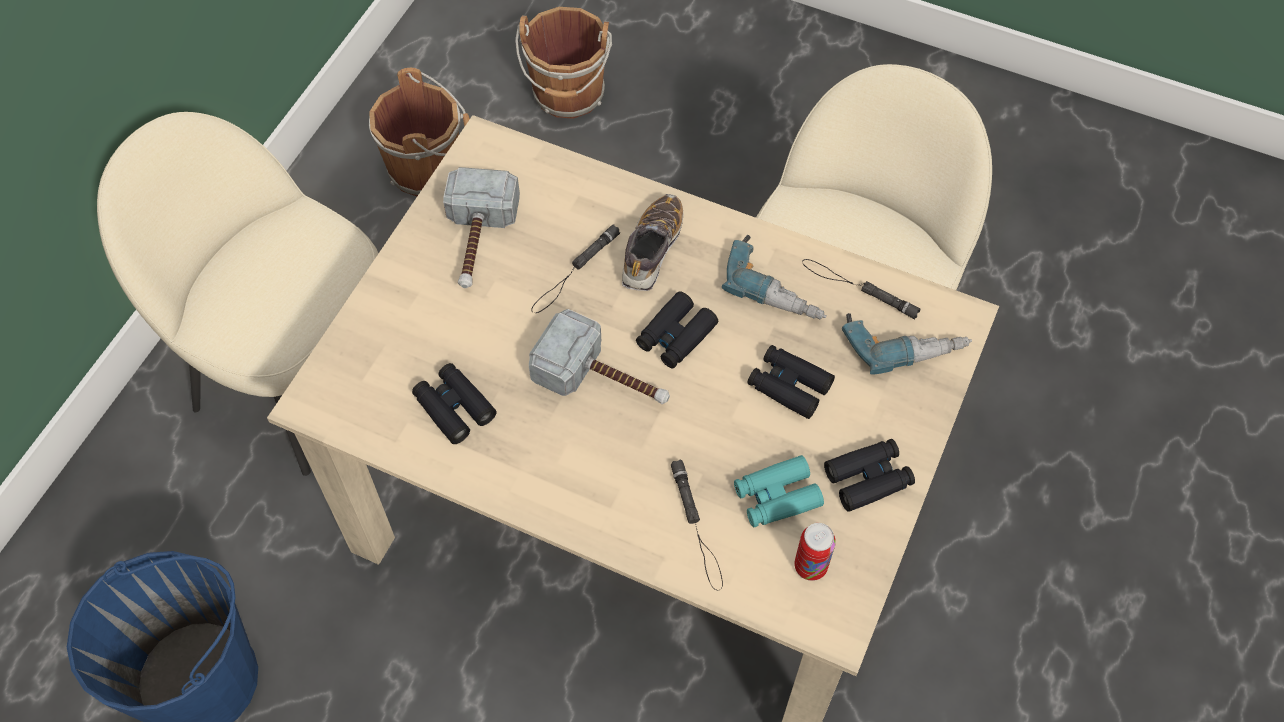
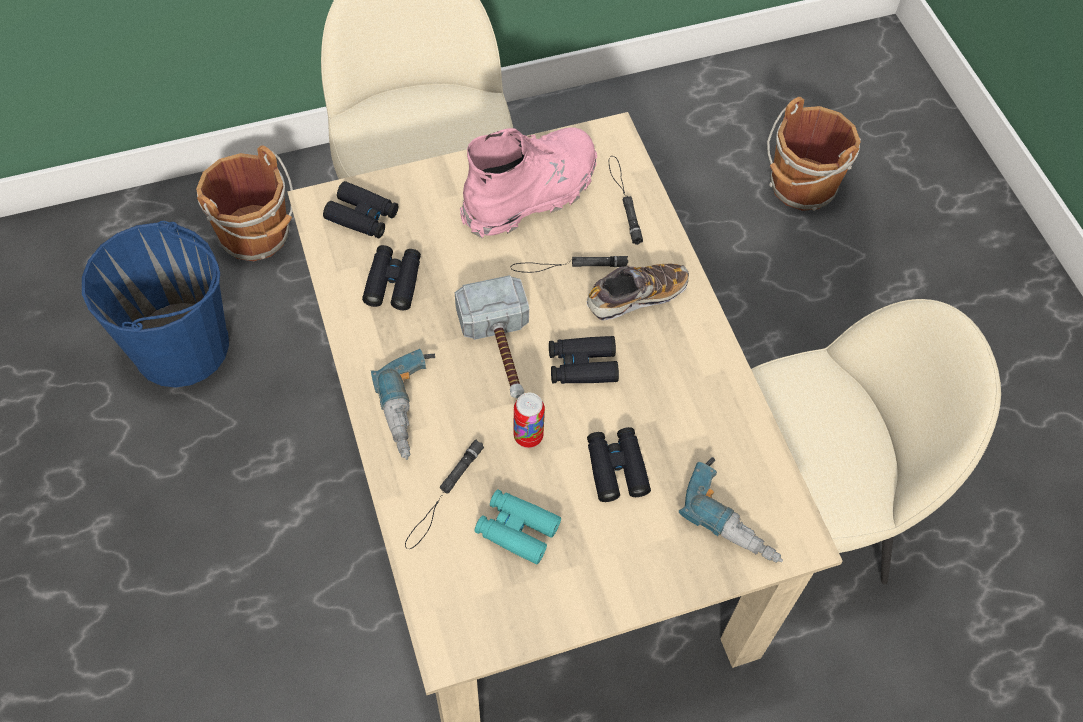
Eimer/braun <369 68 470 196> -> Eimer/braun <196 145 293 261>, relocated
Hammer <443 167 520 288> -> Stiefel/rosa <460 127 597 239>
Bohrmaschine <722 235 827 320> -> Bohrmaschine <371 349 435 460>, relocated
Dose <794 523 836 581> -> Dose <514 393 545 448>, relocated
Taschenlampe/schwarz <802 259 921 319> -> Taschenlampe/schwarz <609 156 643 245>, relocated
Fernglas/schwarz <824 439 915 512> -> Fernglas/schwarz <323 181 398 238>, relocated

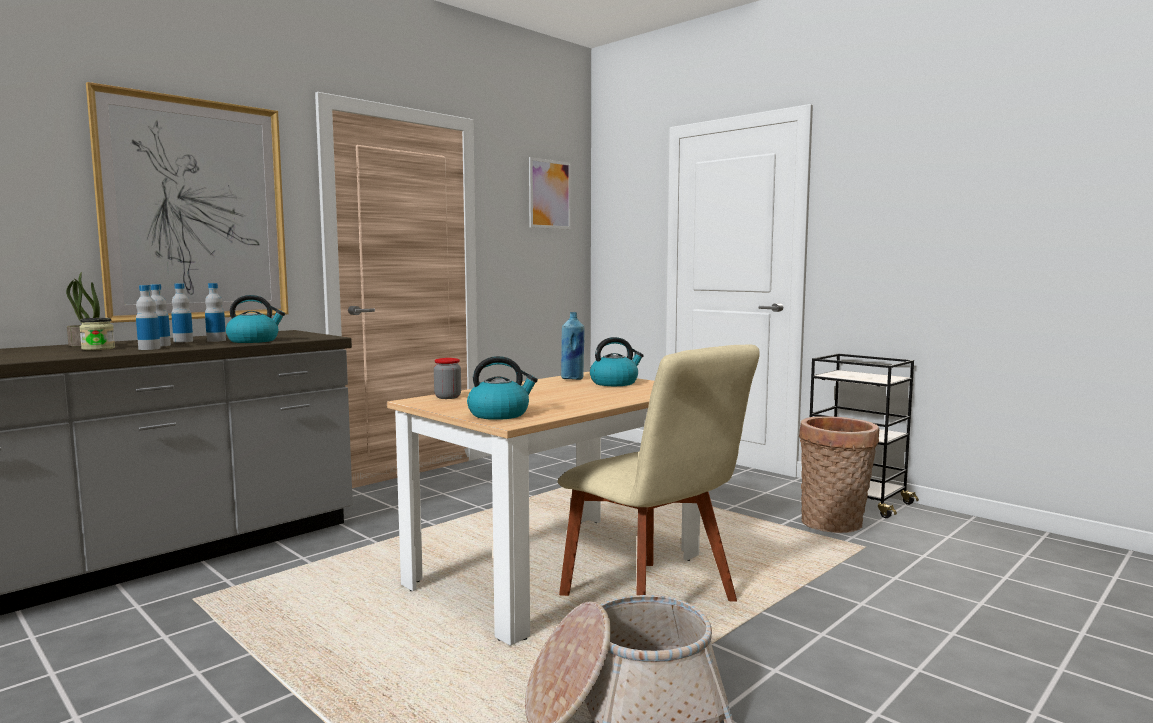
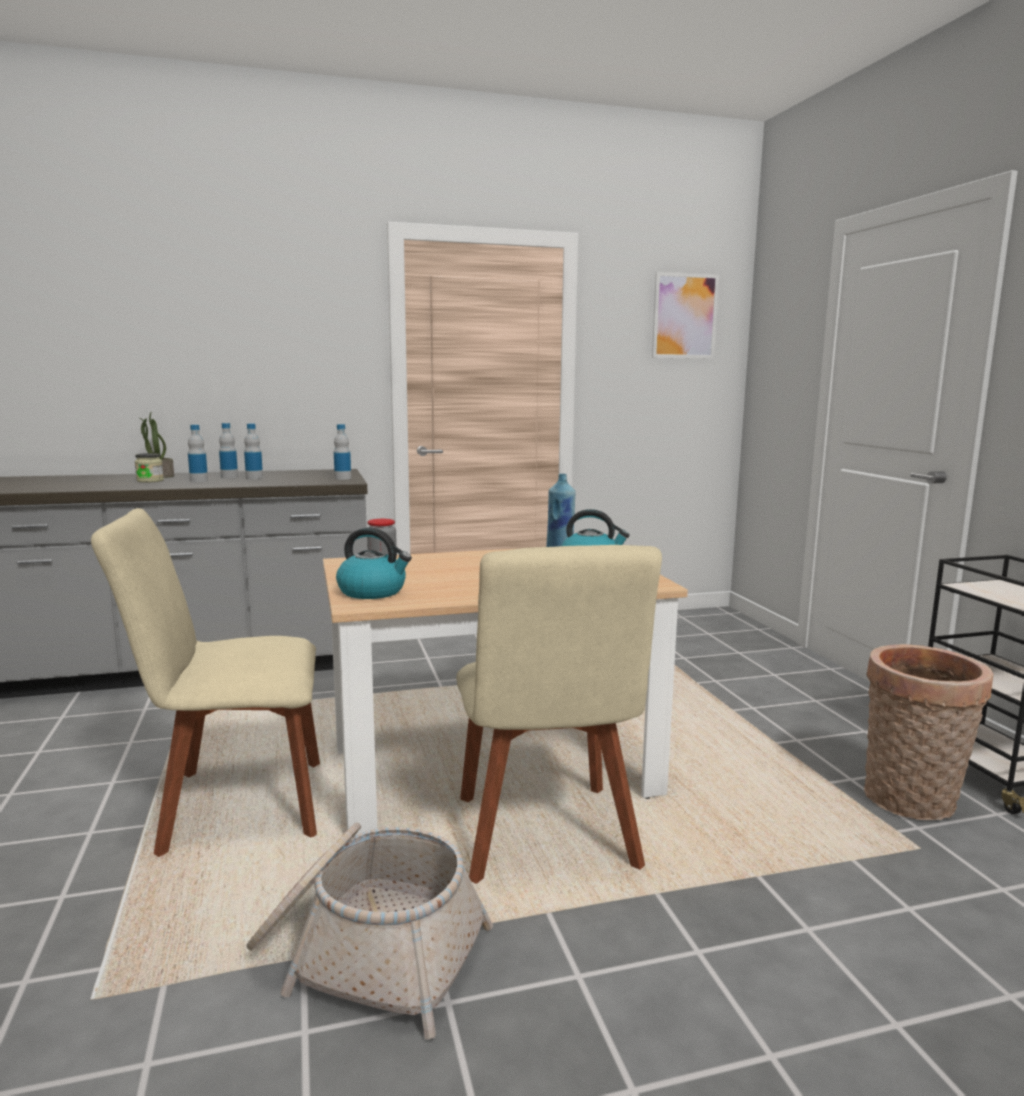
Bild <86 82 288 323> -> none
Flasche <136 285 160 350> -> Flasche <334 424 351 480>, relocated
Wasserkessel <226 295 285 343> -> none
none -> Stuhl/beige <91 508 320 857>

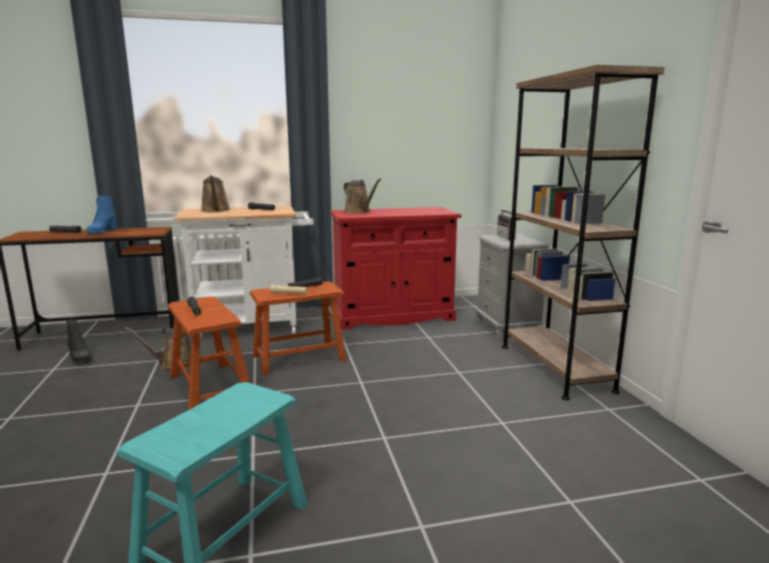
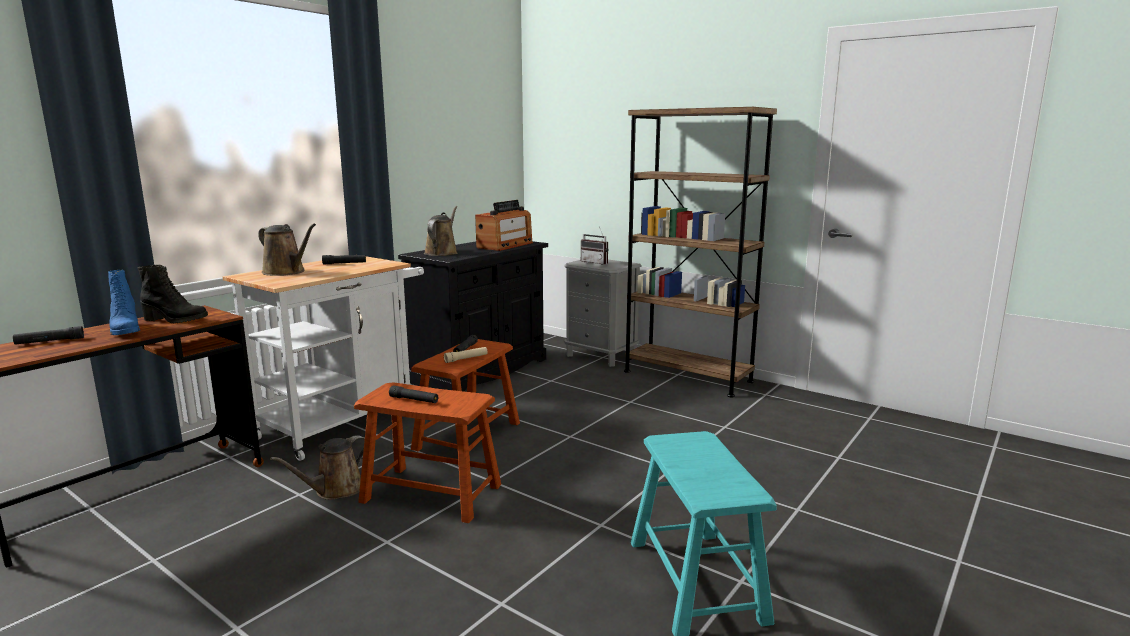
Stiefel/schwarz <66 319 92 364> -> Stiefel/schwarz <137 265 208 323>, relocated
Schrank/rot <330 207 461 330> -> Schrank/schwarz <398 241 548 391>
Gießkanne/braun <344 179 381 214> -> Gießkanne/braun <424 206 457 256>, 90 degrees counterclockwise
none -> Radio <475 200 533 251>

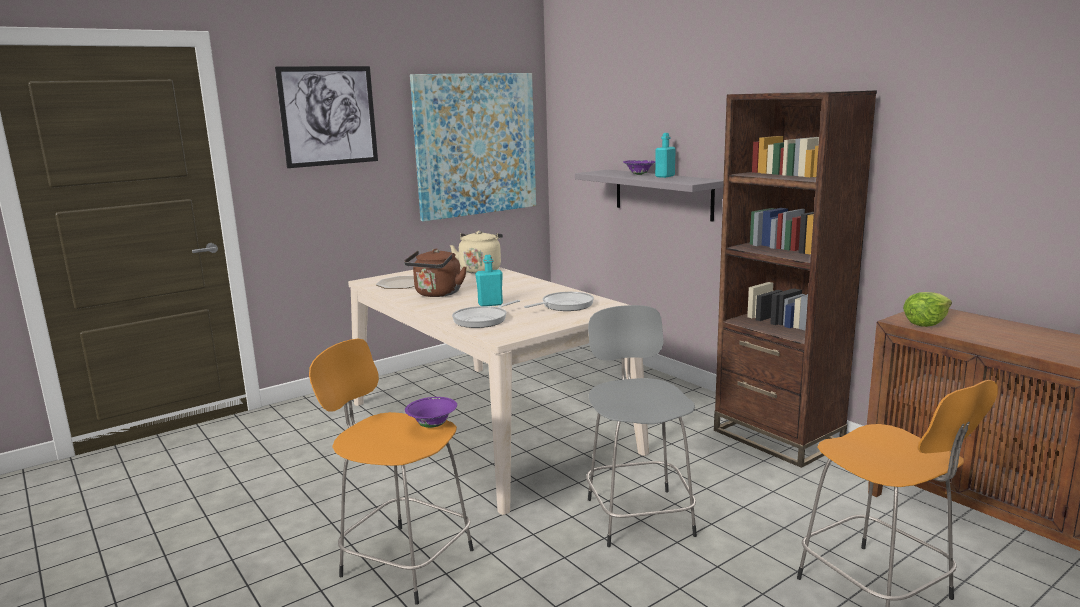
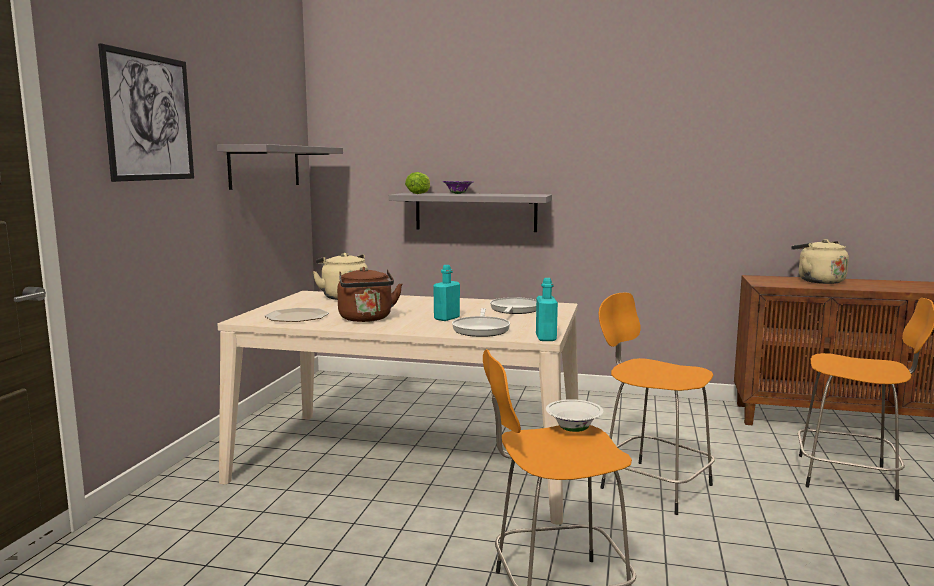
Schüssel/lila <405 397 457 428> -> Schüssel/weiß <546 399 603 432>
Bild <410 73 536 221> -> Wandregal/grau <217 144 343 190>
Hocker/grau <586 305 697 547> -> Hocker/orange <598 292 715 515>
Flasche/türkis <655 133 676 178> -> Flasche/türkis <536 278 558 341>, relocated
Bücherregal/braun <714 90 877 468> -> none
Salatkopf <903 292 952 327> -> Salatkopf <405 172 430 194>, relocated
none -> Wasserkessel/beige <791 239 849 284>

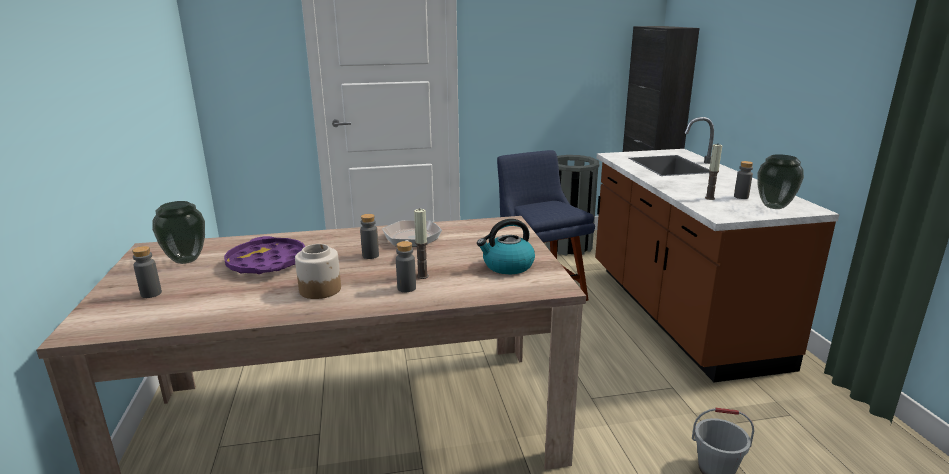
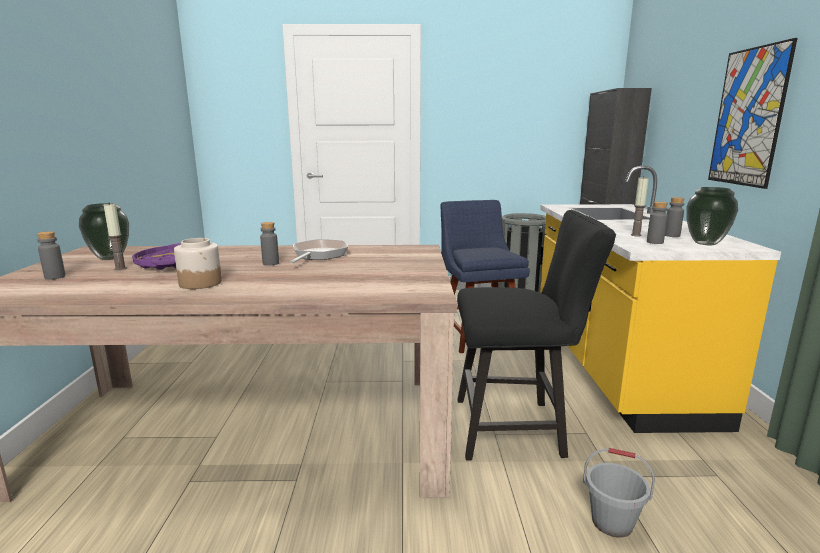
Flasche/grau <396 241 416 292> -> Flasche/grau <647 202 668 244>, relocated
Kerze <414 208 429 279> -> Kerze <103 203 127 270>, relocated
Wasserkessel <477 219 535 274> -> none
Küchenzeile/braun <595 117 839 382> -> Küchenzeile/gelb <540 166 781 433>
none -> Stuhl/schwarz <457 210 616 461>
none -> Bild <708 38 798 189>

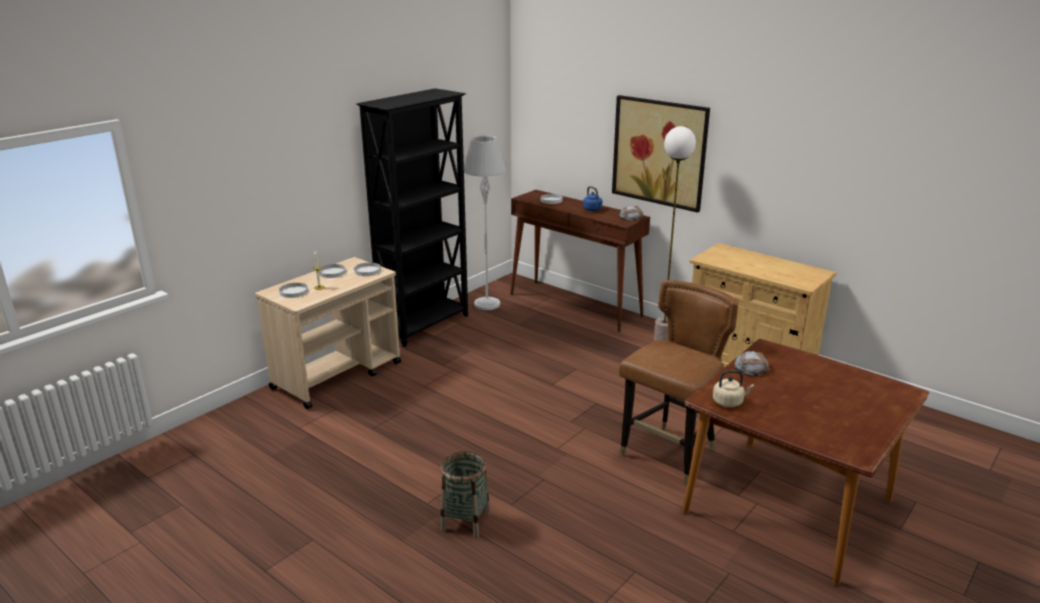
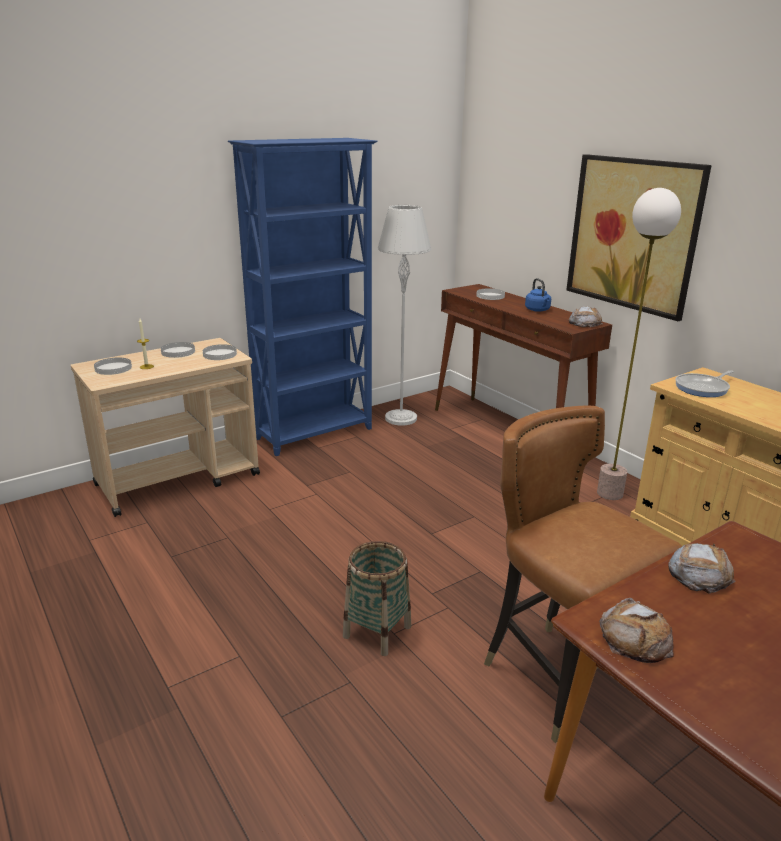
Bücherregal/schwarz <356 88 468 347> -> Bücherregal/blau <228 138 378 456>
Korb <440 451 490 538> -> Korb <343 541 411 656>, relocated
Stuhl/braun <619 280 738 485> -> Stuhl/braun <484 405 682 743>, 90 degrees counterclockwise
Wasserkessel/beige <713 370 754 407> -> Brot <599 598 674 663>
none -> Pfanne <675 370 734 397>

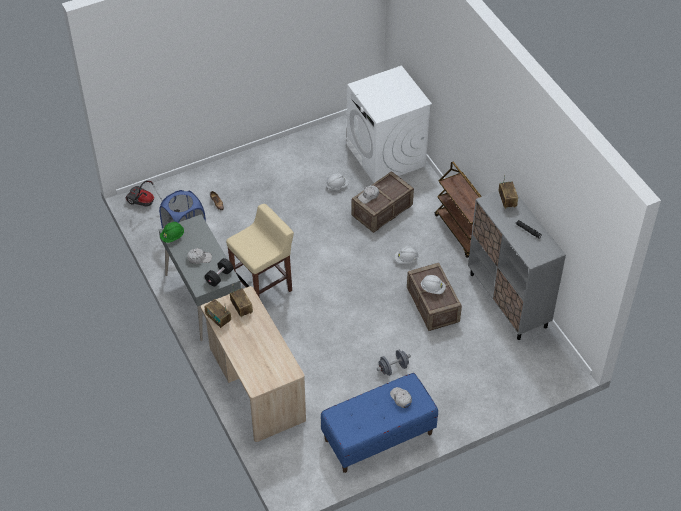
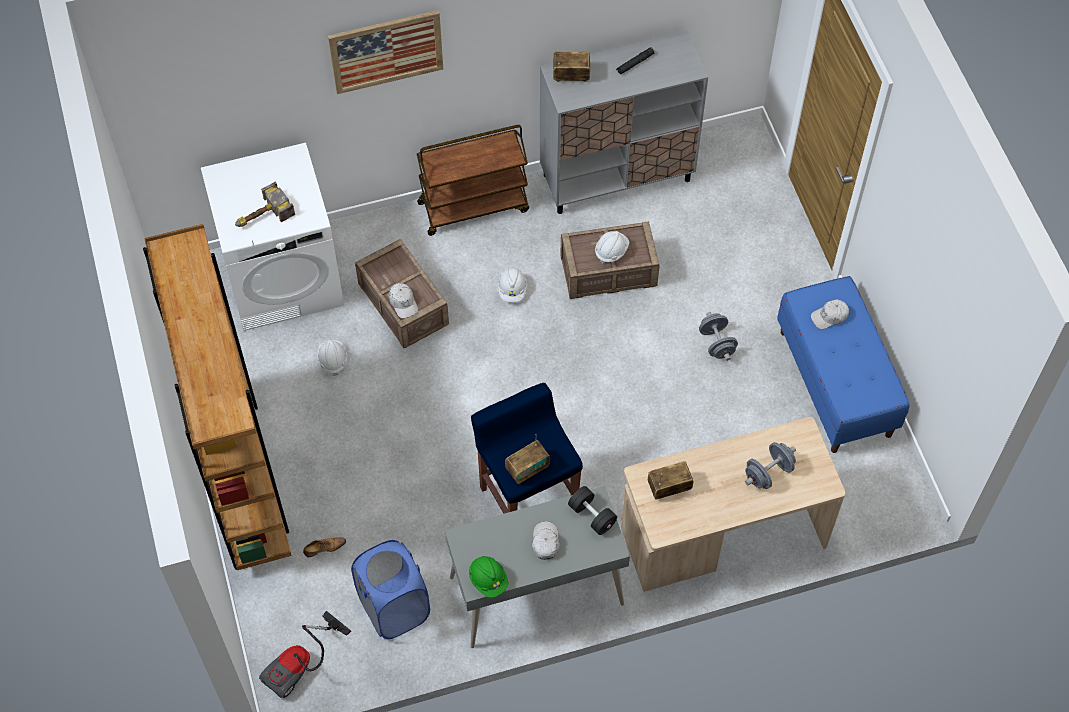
Radio <205 299 231 328> -> Radio <505 434 550 484>, relocated
Hocker/beige <226 204 294 298> -> Hocker/blau <471 383 583 514>
none -> Bücherregal/braun <143 224 292 570>
none -> Hammer <235 182 295 227>
none -> Bild <328 10 443 94>
none -> Hantel/grau <745 442 796 489>

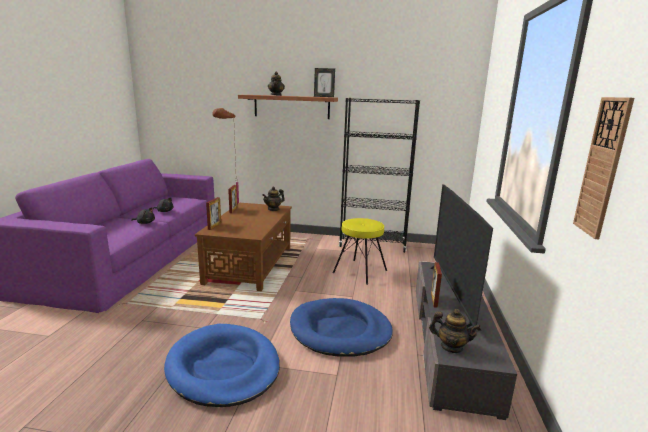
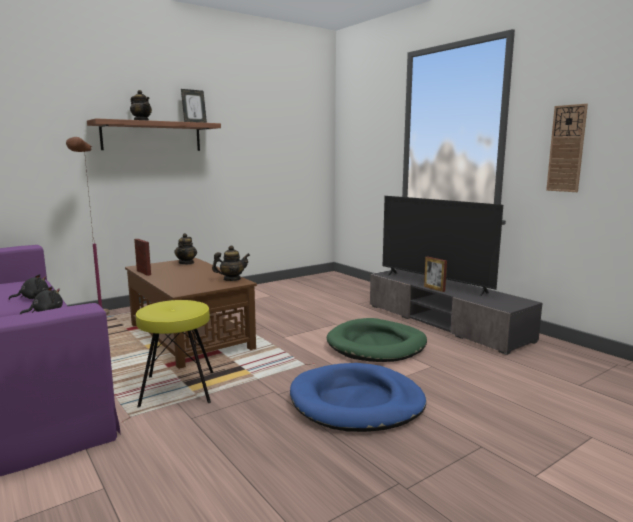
Bilderrahmen <206 197 221 230> -> none
Hundebett/blau <290 298 393 357> -> Hundebett/grün <327 318 427 362>
Hocker/gelb <333 218 387 285> -> Hocker/gelb <136 300 214 408>, relocated
Bücherregal/schwarz <339 98 420 253> -> none
Teekanne <429 309 481 353> -> Teekanne <212 245 250 281>, relocated

